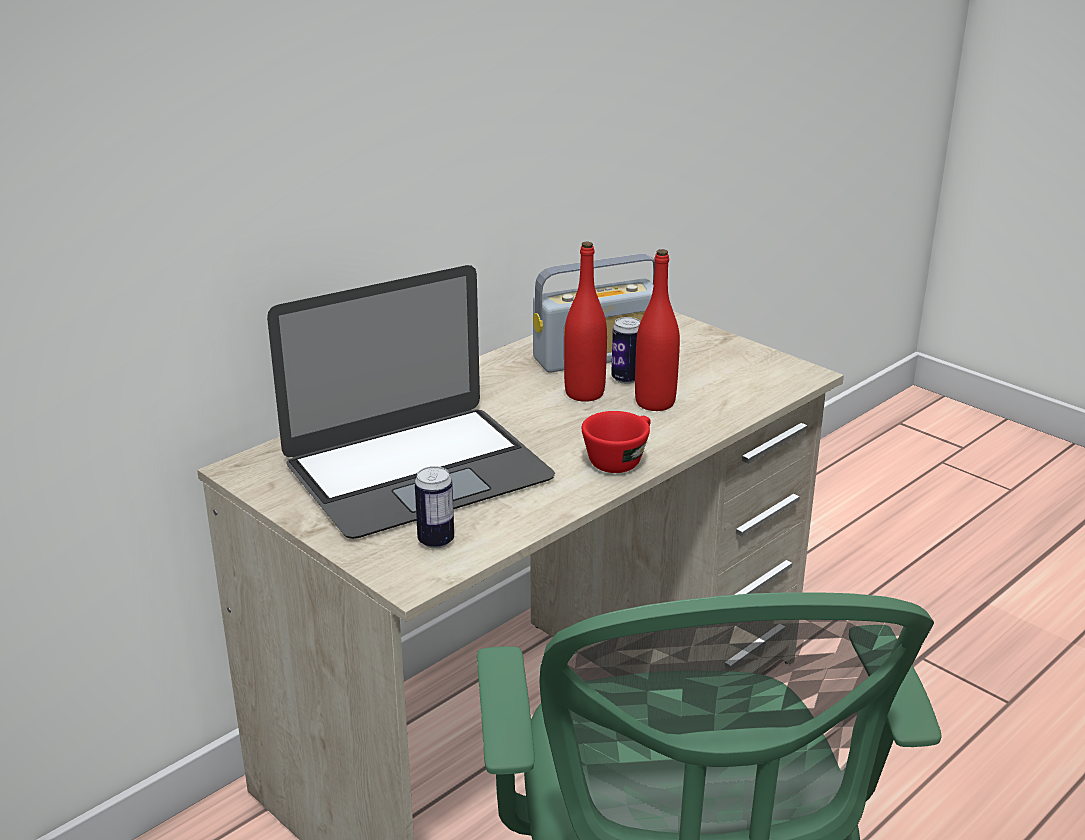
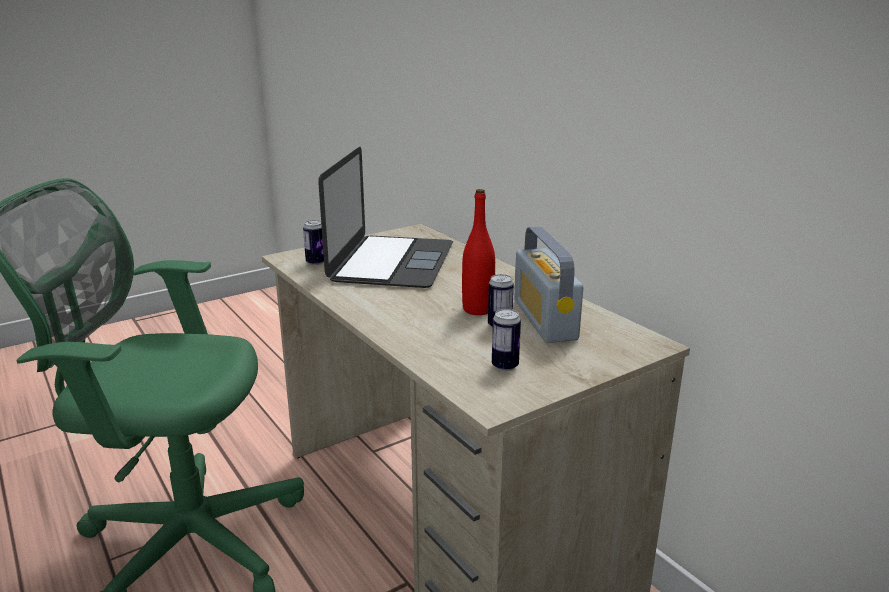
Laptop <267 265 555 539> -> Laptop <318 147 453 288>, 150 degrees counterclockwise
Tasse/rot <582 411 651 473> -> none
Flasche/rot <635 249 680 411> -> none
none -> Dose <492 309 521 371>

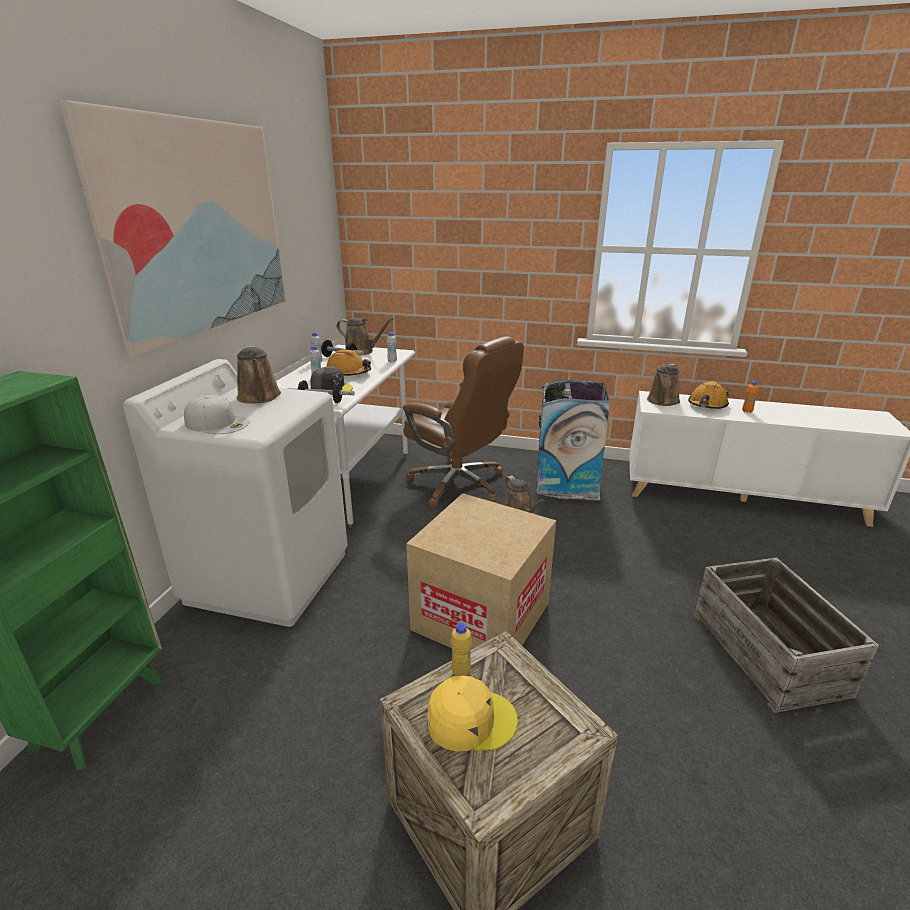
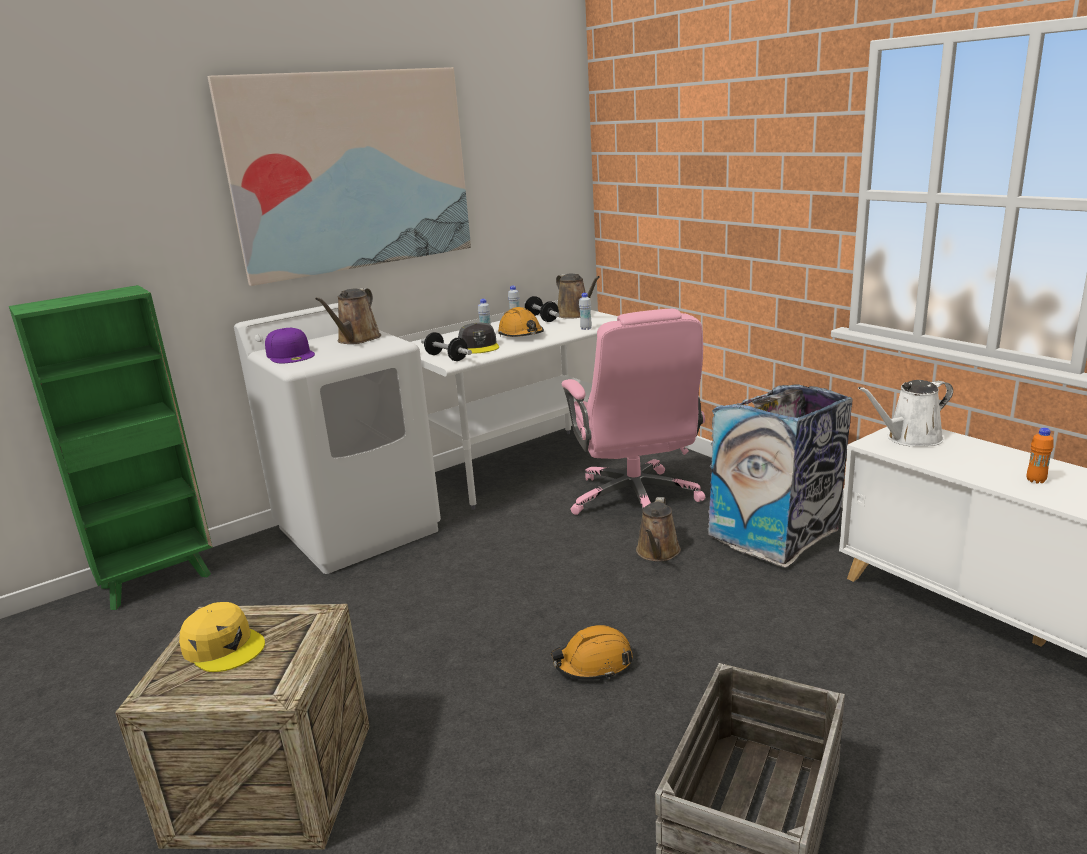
Kappe/weiß <184 395 250 434> -> Kappe/lila <265 328 315 363>
Bürostuhl/braun <403 336 524 507> -> Bürostuhl/rosa <562 309 706 515>
Karton <406 493 556 650> -> none
Flasche/gelb <451 623 472 676> -> none
Gießkanne/braun <647 364 680 406> -> Gießkanne/weiß <858 380 953 446>
Schutzhelm/orange <688 381 729 409> -> Schutzhelm/orange <551 625 633 680>, relocated

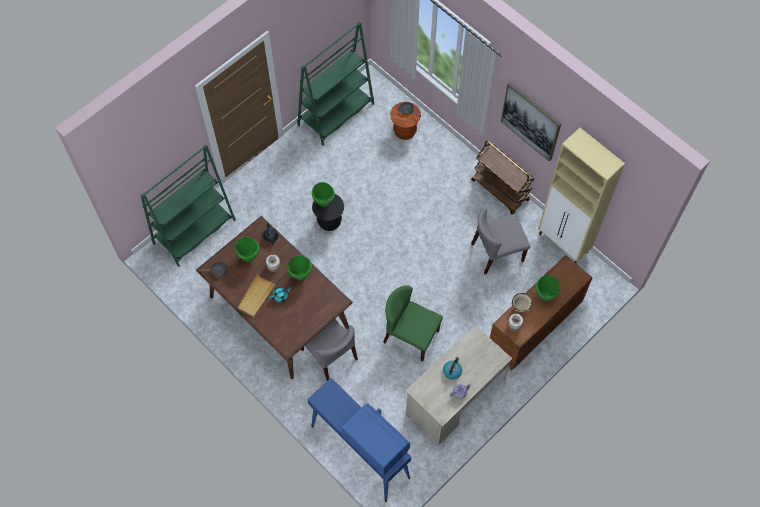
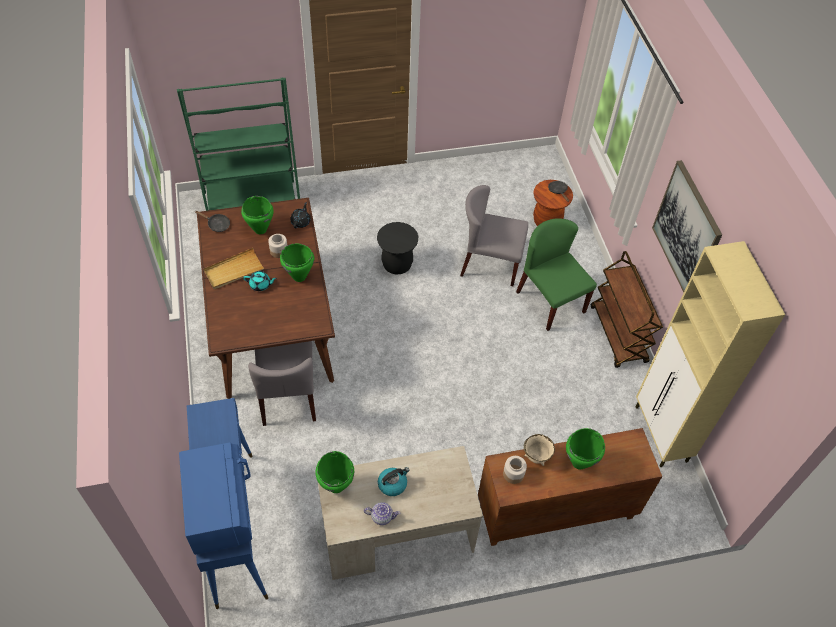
Bücherregal/grün <297 22 374 146> -> none
Kochtopf/grün <312 182 335 207> -> Kochtopf/grün <315 451 354 493>, relocated
Stuhl/grün <383 285 443 361> -> Stuhl/grün <516 218 597 331>, relocated
Stuhl/grau <471 209 530 274> -> Stuhl/grau <460 185 528 286>, relocated

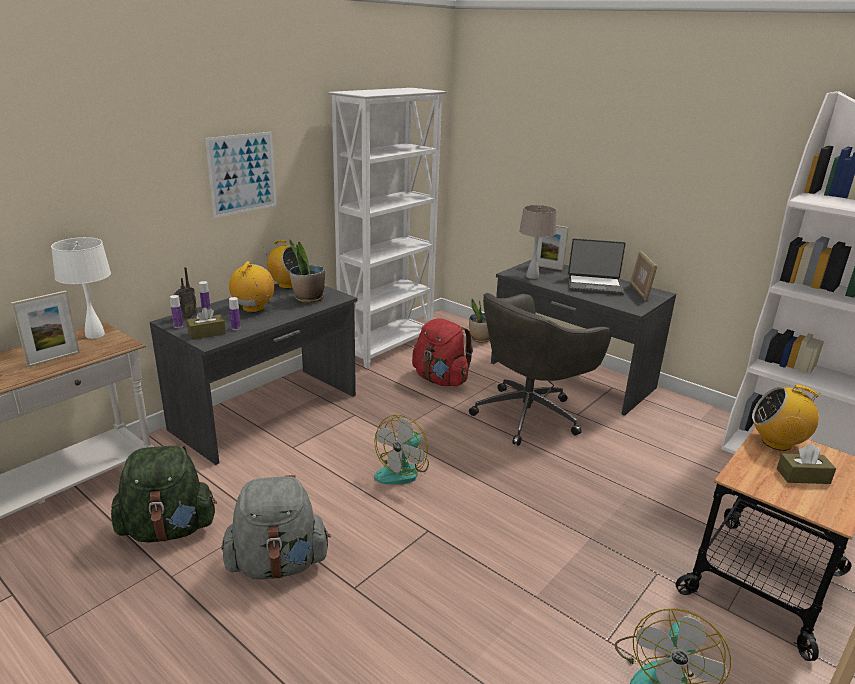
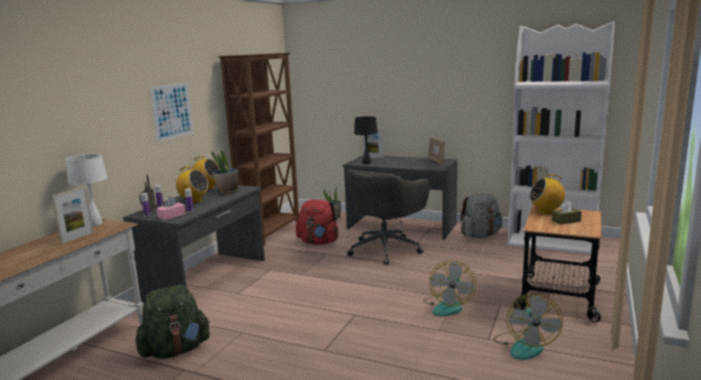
Taschentuchbox/braun <187 307 226 340> -> Taschentuchbox/rosa <157 197 186 220>
Rucksack/grau <221 475 331 580> -> Rucksack/grau <460 192 502 238>, relocated
Radio <229 261 274 313> -> Radio <173 166 208 203>, 120 degrees clockwise
Bücherregal/weiß <328 88 447 369> -> Bücherregal/braun <218 53 299 245>
Ventilator <374 415 429 484> -> Ventilator <424 261 476 316>, relocated
Tischlampe/beige <519 205 557 279> -> Tischlampe/schwarz <354 116 378 164>
Laptop <568 238 626 295> -> none

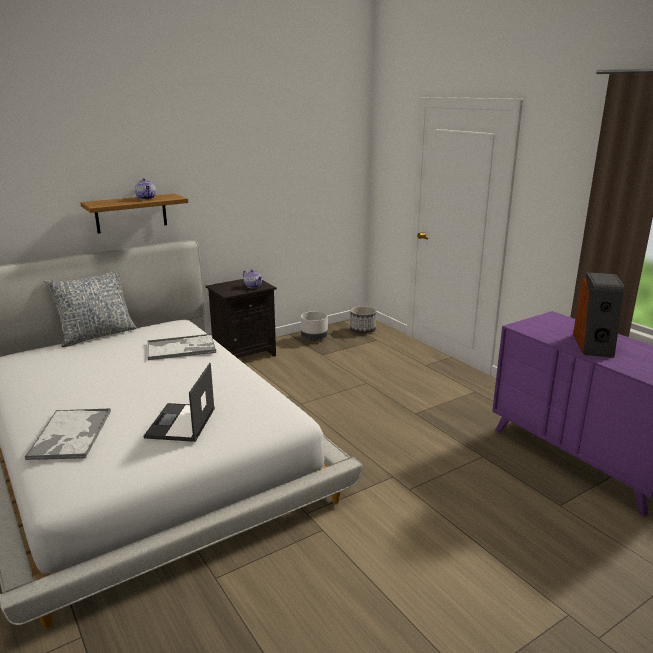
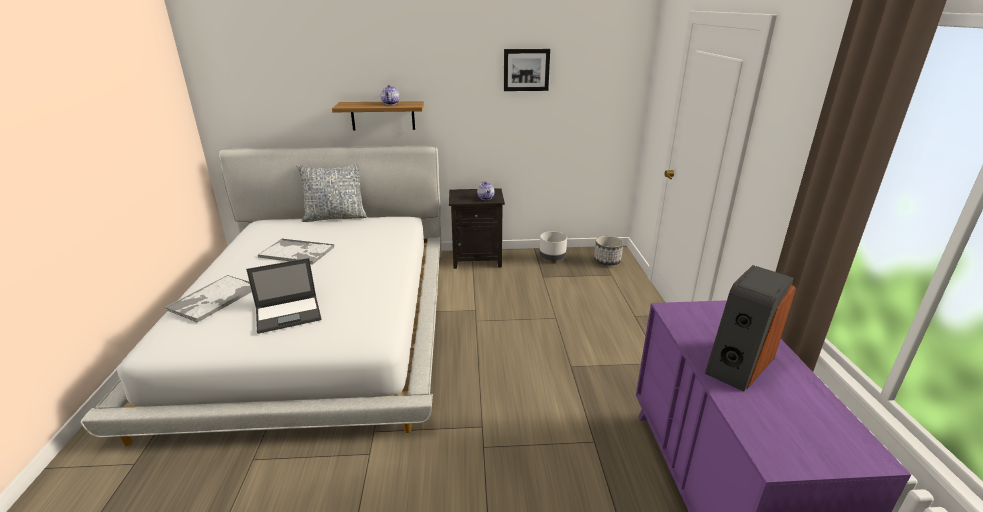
Laptop <143 363 215 442> -> Laptop <246 258 321 334>, 150 degrees counterclockwise
Tablett <148 334 216 360> -> Tablett <258 239 334 264>, relocated
none -> Bild <504 49 550 91>

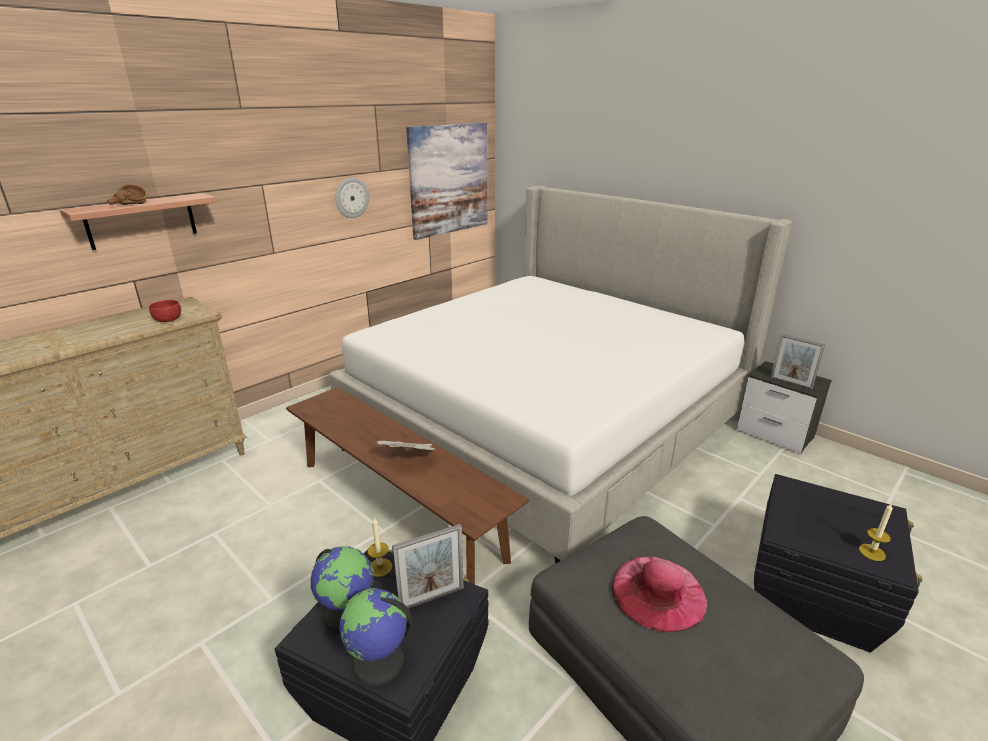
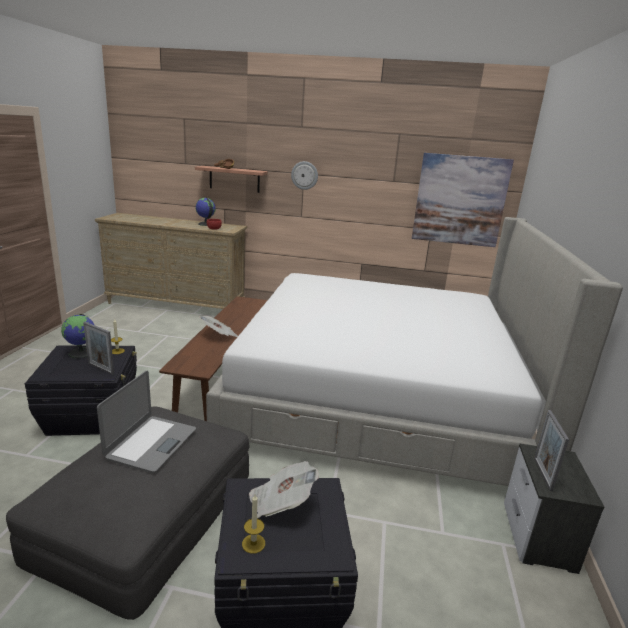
Wanduhr <335 178 369 218> -> Wanduhr <291 161 318 190>, relocated
Globus <339 588 412 685> -> Globus <195 198 216 226>, relocated
Hut/rosa <612 557 707 632> -> Laptop <97 371 196 473>
none -> Zeitung <249 461 319 518>

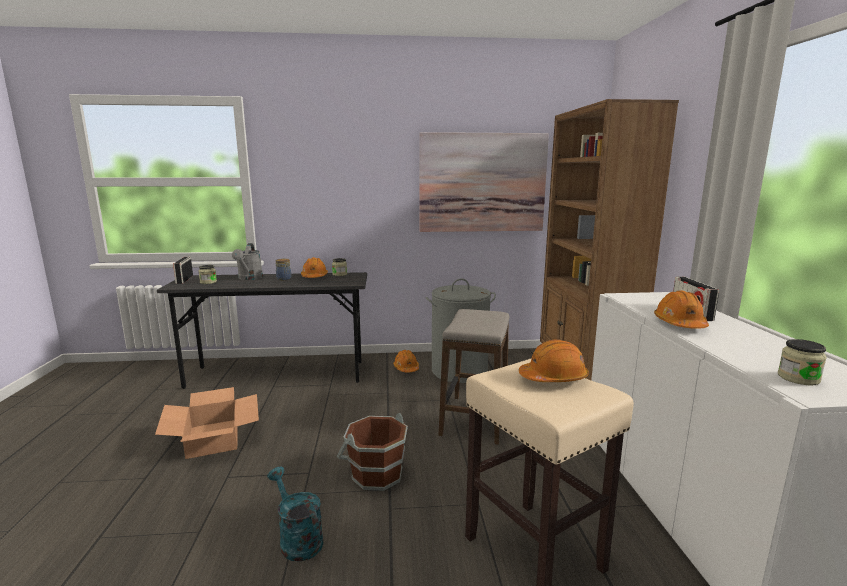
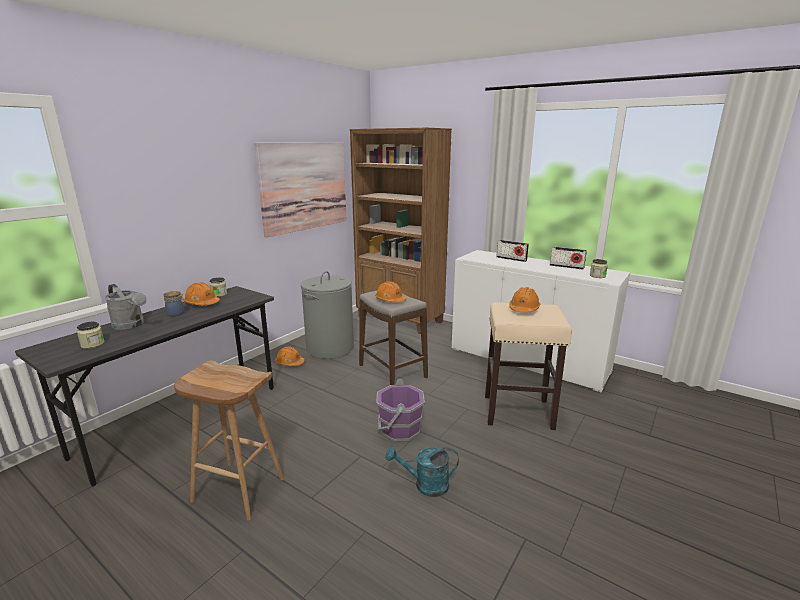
Karton <155 387 259 459> -> Hocker/braun <174 361 284 520>
Radio <173 257 193 284> -> Radio <550 247 587 270>, relocated
Eimer/braun <337 413 408 491> -> Eimer/lila <376 379 425 441>
Schutzhelm/orange <654 290 709 329> -> Schutzhelm/orange <375 281 406 302>, relocated

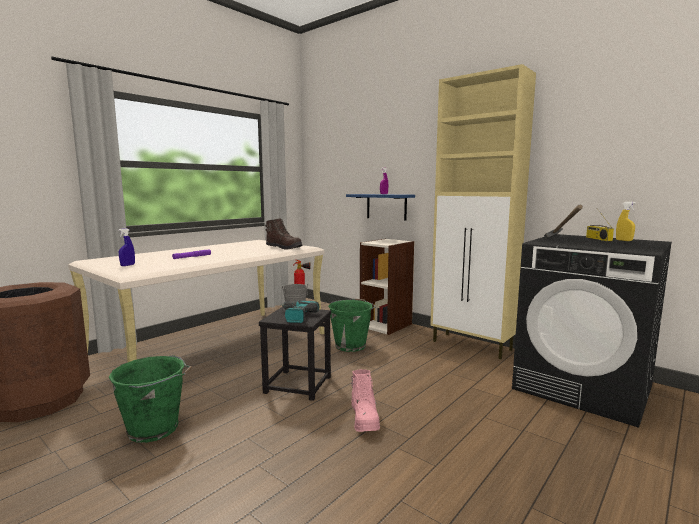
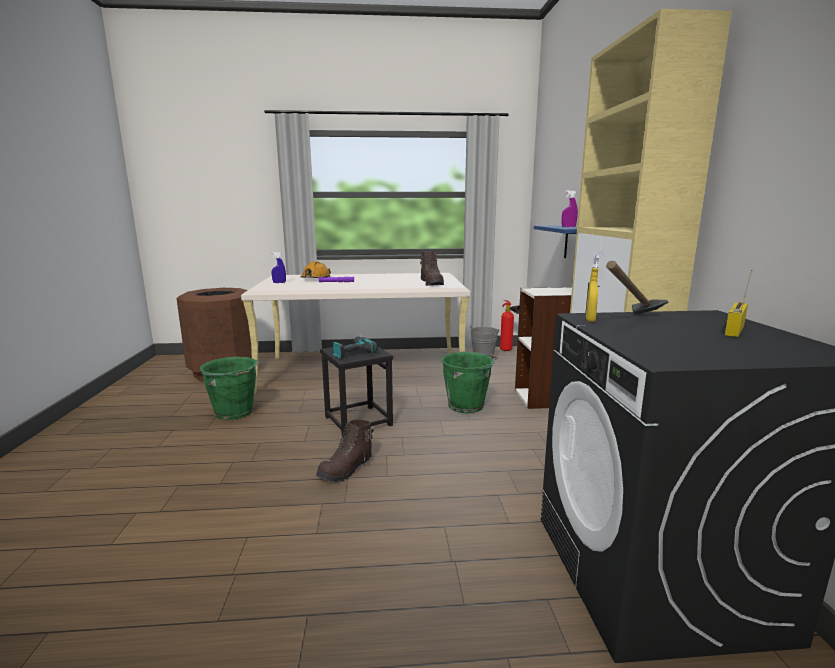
Stiefel/rosa <351 369 380 432> -> Stiefel/braun <316 420 374 482>
Sprühflasche/gelb <616 202 636 241> -> Sprühflasche/gelb <586 253 599 322>, relocated
none -> Schutzhelm/orange <300 261 331 278>

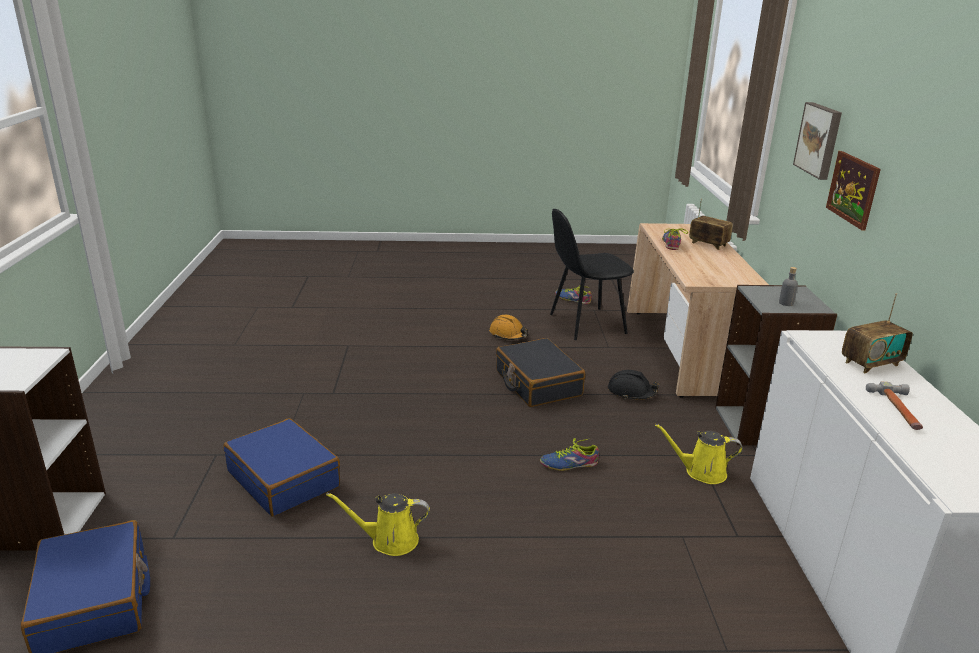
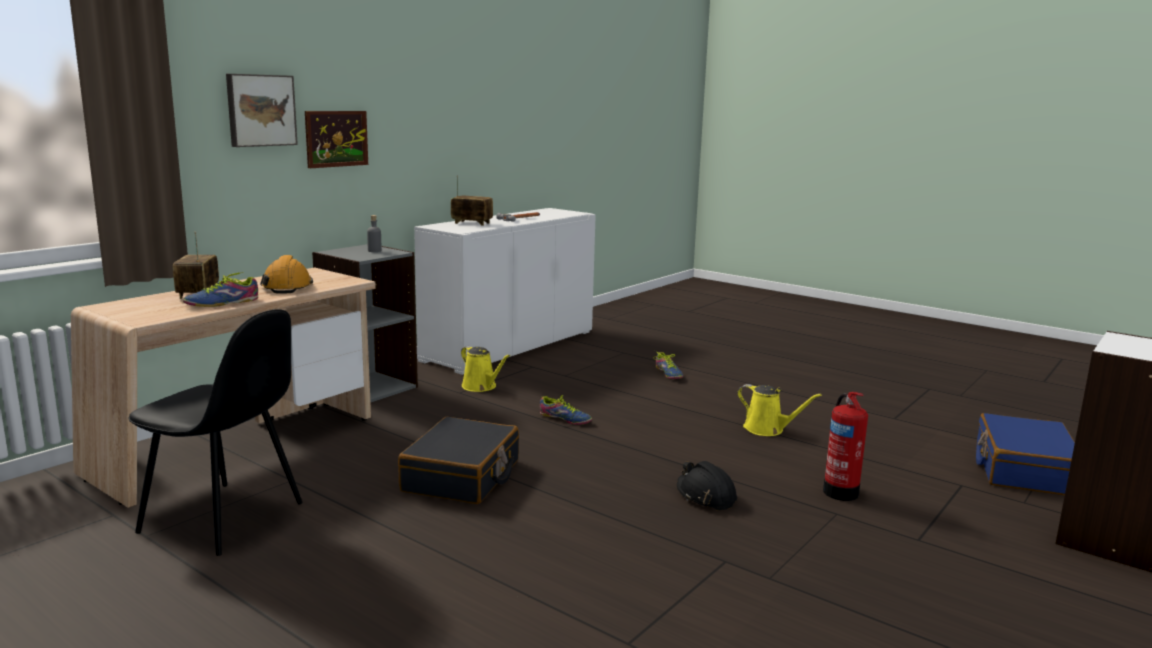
Koffer/blau <224 418 340 517> -> Feuerlöscher <823 392 868 501>
Schutzhelm/orange <489 315 528 340> -> Schutzhelm/orange <260 255 313 294>, relocated
Schuh <555 286 592 304> -> Schuh <654 351 683 379>, relocated
Schutzhelm/schwarz <608 370 659 400> -> Schutzhelm/schwarz <677 461 737 511>, relocated

